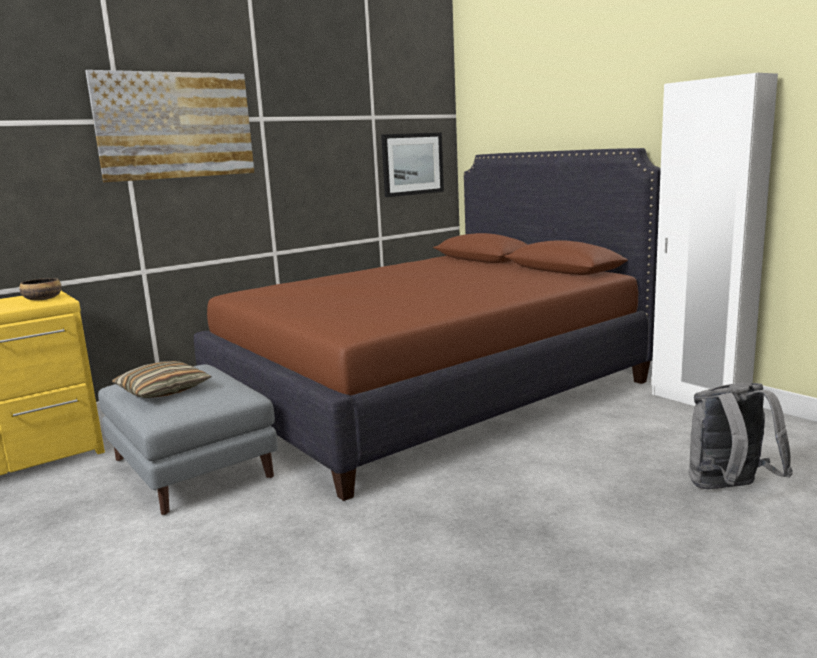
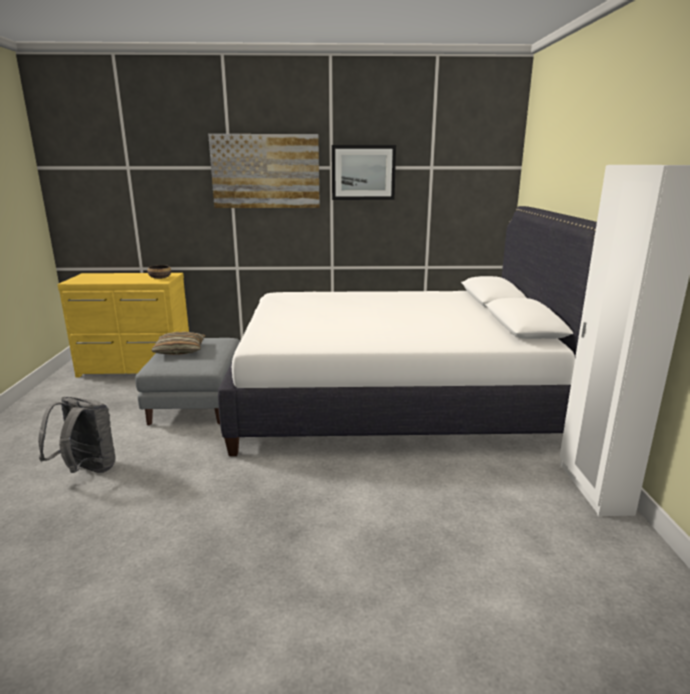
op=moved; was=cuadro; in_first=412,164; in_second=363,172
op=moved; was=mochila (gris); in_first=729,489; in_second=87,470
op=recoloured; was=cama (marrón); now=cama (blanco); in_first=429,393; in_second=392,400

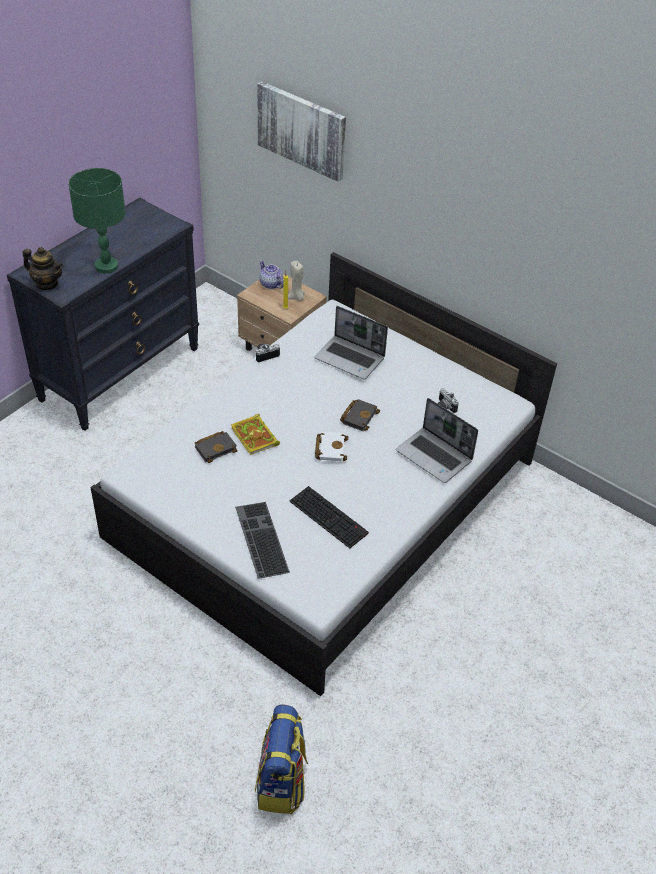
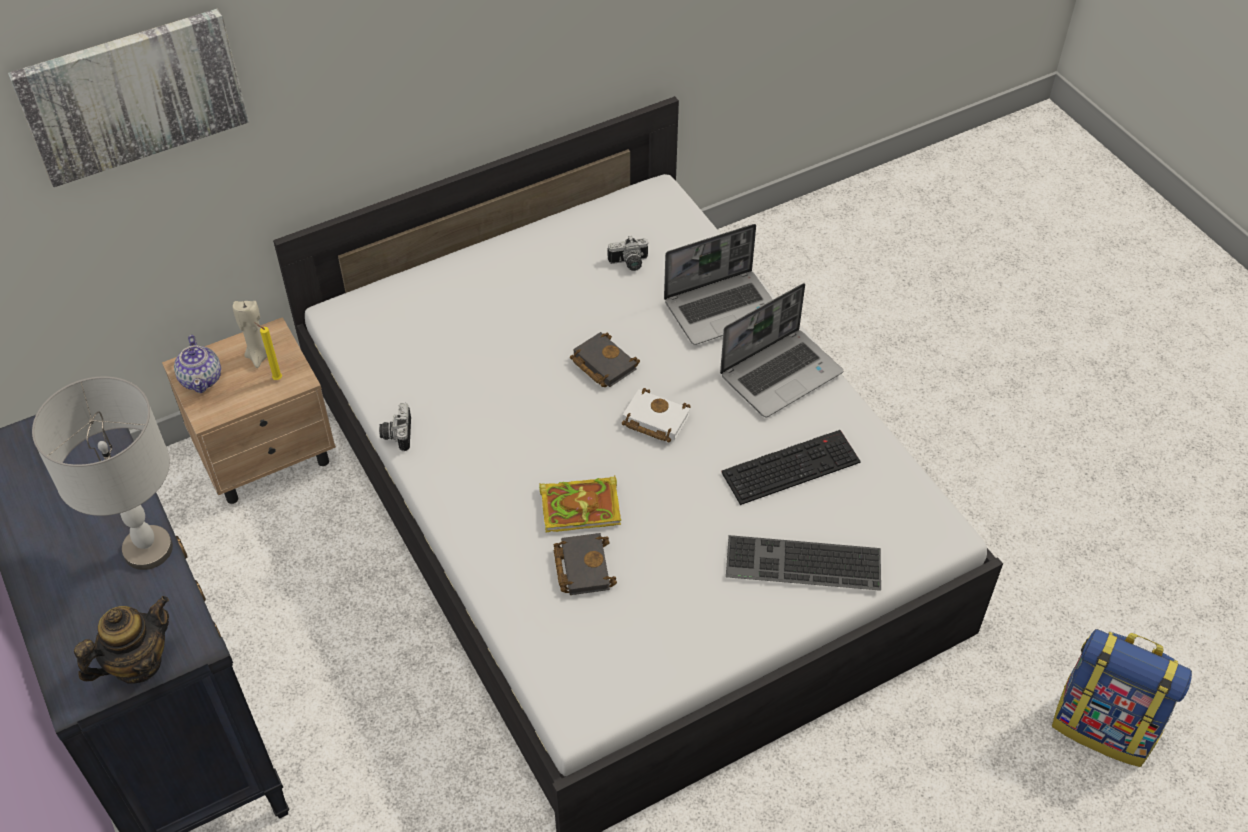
op=moved; was=portátil; in_first=350,358; in_second=781,373
op=recoloured; was=lámpara de mesa (verde); now=lámpara de mesa (gris); in_first=107,266; in_second=148,549
op=turned; was=tetera; in_first=271,284; in_second=202,378; clockwise=-90

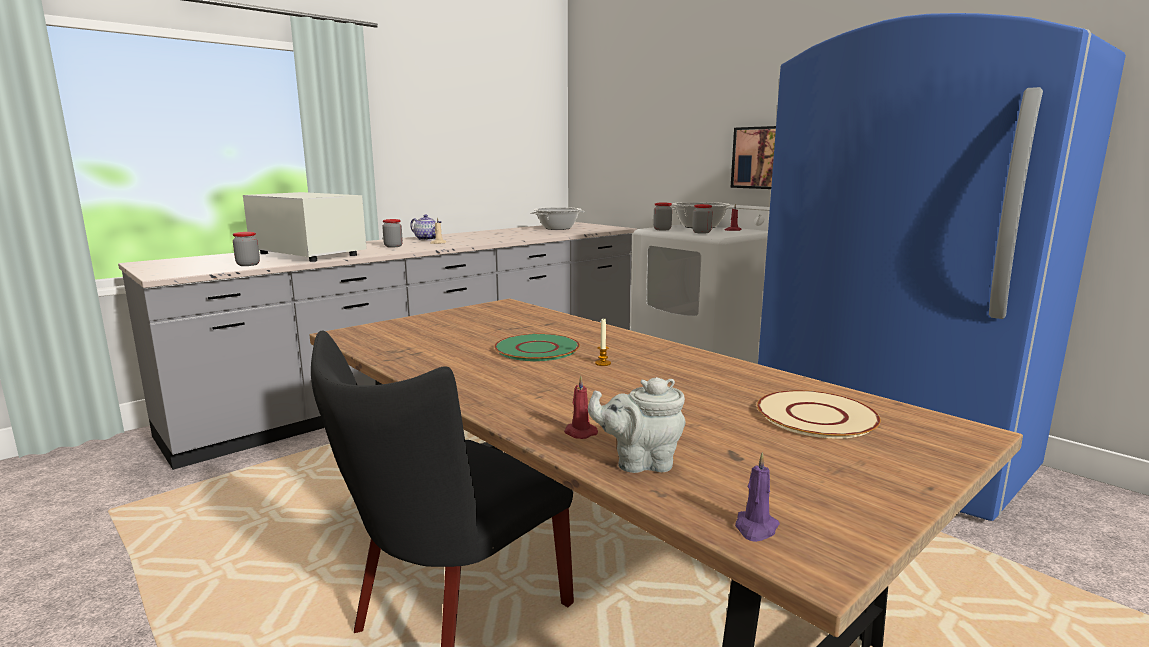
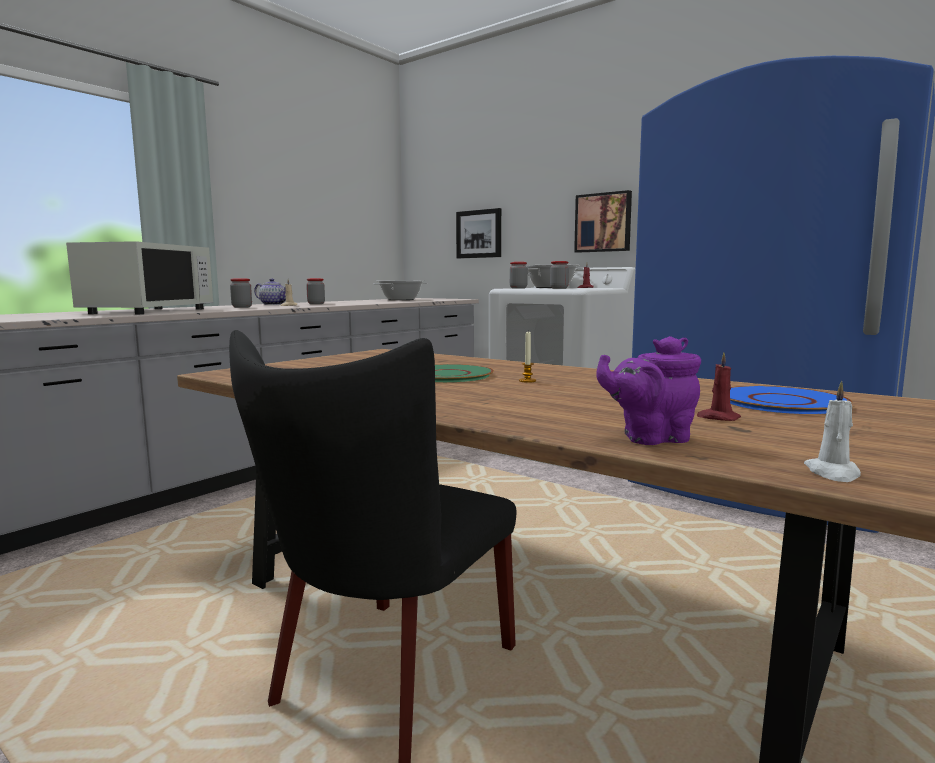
op=added; now=cuadro; in_second=479,234
op=moved; was=tarro; in_first=248,264; in_second=316,304
op=moved; was=vela (rojo); in_first=579,432; in_second=717,418
op=recoloured; was=tetera (gris); now=tetera (morado); in_first=640,462; in_second=650,438
op=recoloured; was=vela (morado); now=vela (blanco); in_first=755,528; in_second=833,473
op=recoloured; was=plato (beis); now=plato (azul); in_first=816,416; in_second=782,402
op=turned; was=microondas (blanco); in_first=307,254; in_second=149,311; clockwise=75

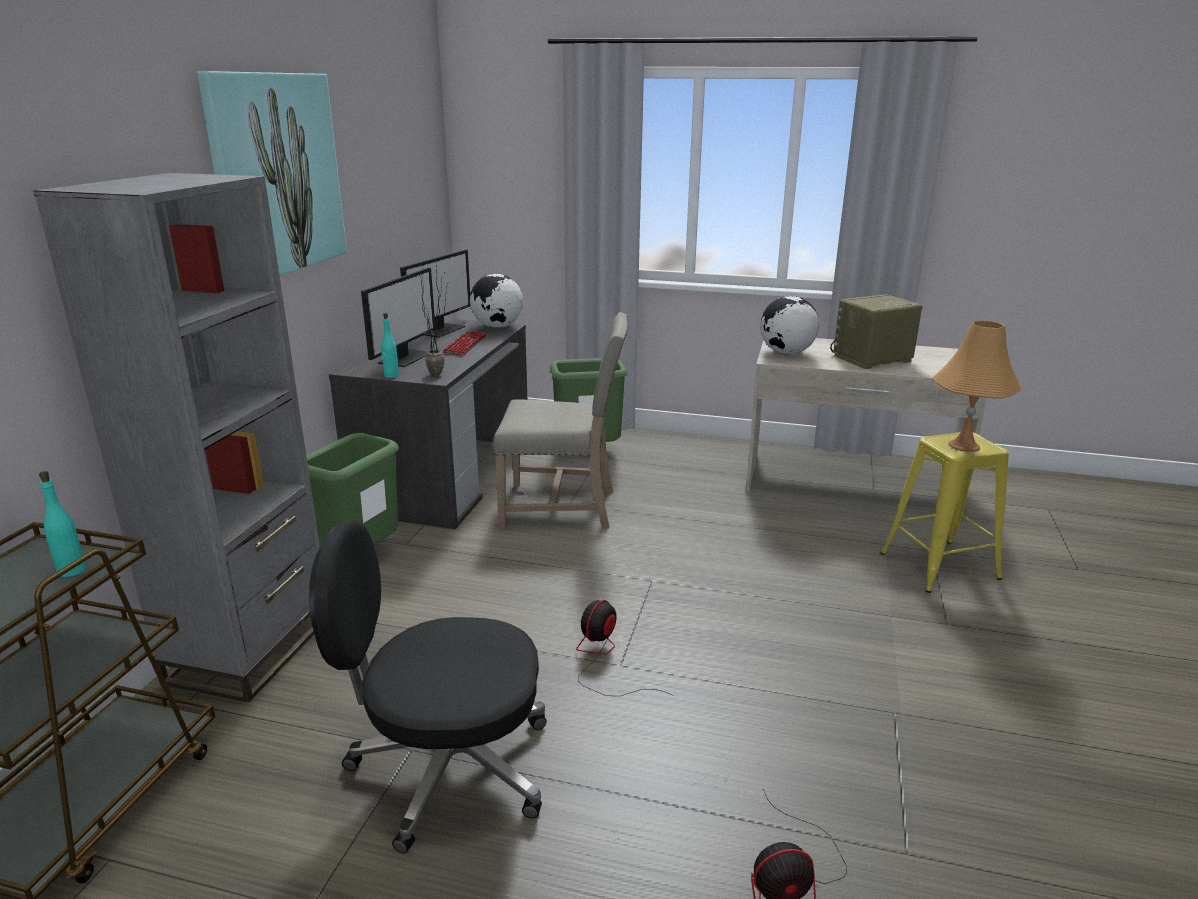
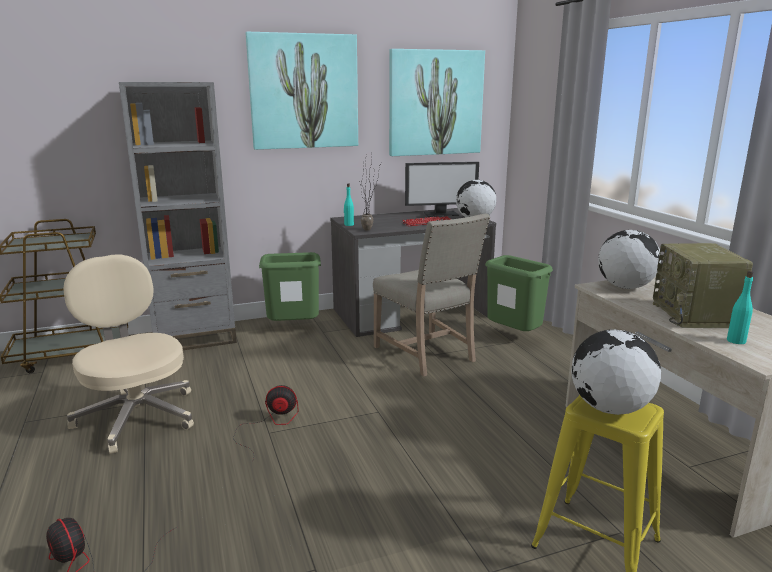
op=removed; was=monitor; in_first=404,357
op=added; now=cuadro; in_second=435,103
op=moved; was=botella (turquesa); in_first=71,570; in_second=735,341
op=replaced; was=lámpara de mesa (naranja); now=globo terráqueo; in_first=964,445; in_second=609,408
op=recoloured; was=silla de oficina (negro); now=silla de oficina (beis); in_first=447,768; in_second=137,416
op=turned; was=radio; in_first=872,359; in_second=695,315; clockwise=-120

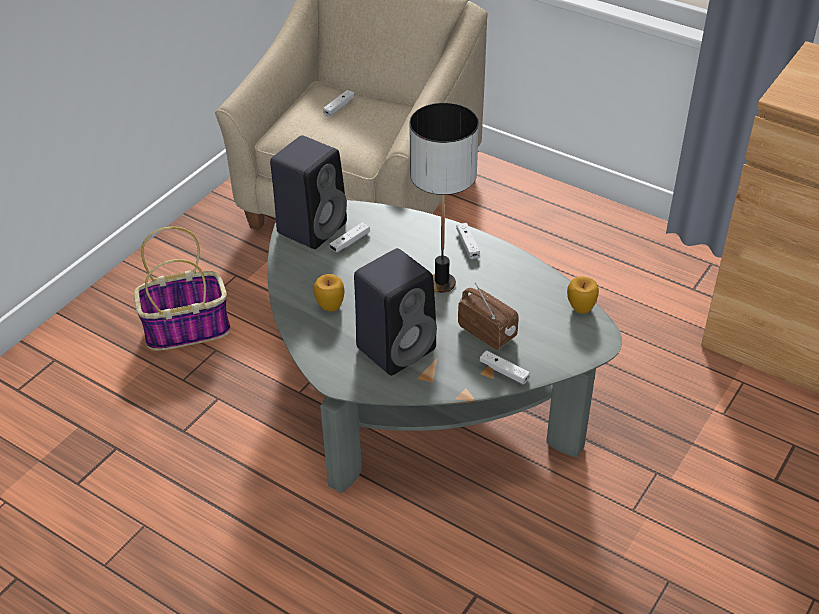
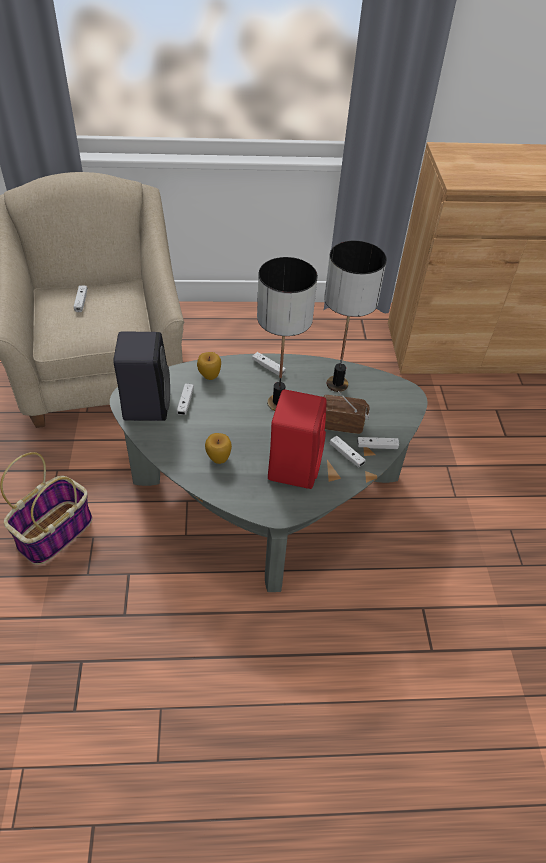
op=added; now=lámpara de mesa; in_second=337,385
op=added; now=mando de consola (blanco); in_second=346,455
op=moved; was=manzana; in_first=580,308; in_second=209,376
op=recoloured; was=altavoz (negro); now=altavoz (rojo); in_first=397,347; in_second=294,465

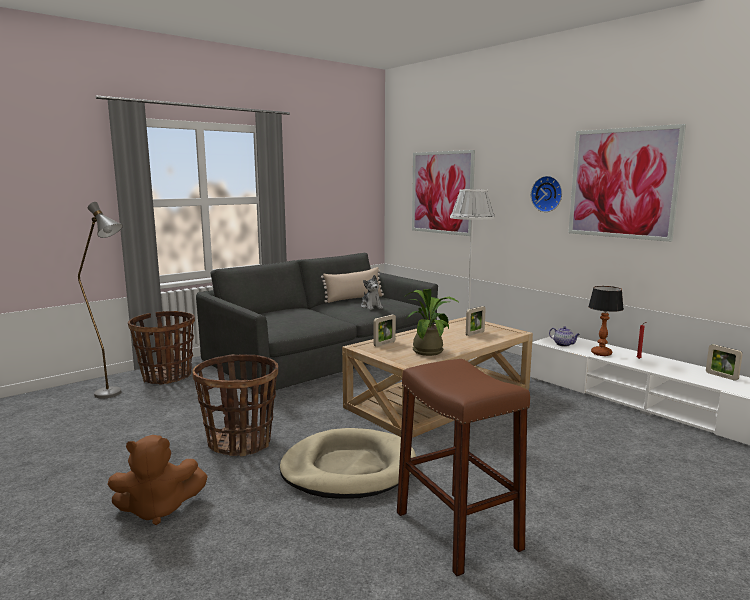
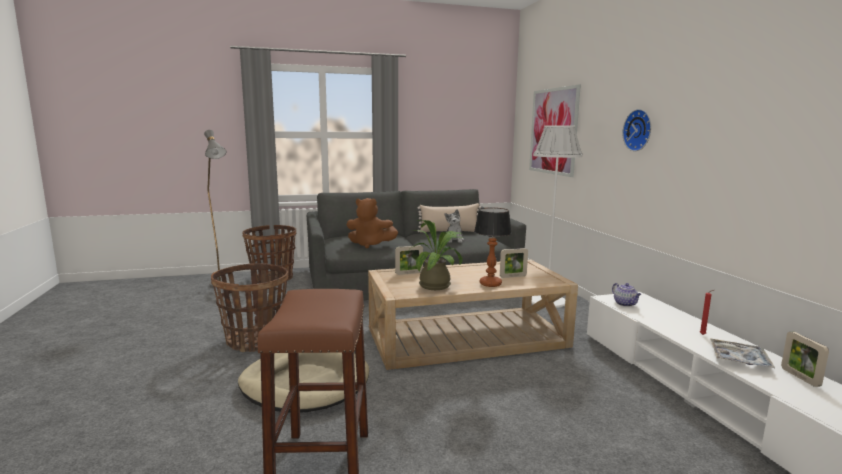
op=removed; was=cuadro; in_first=622,183
op=added; now=bandeja; in_second=739,359
op=moved; was=peluche (marrón); in_first=158,509; in_second=370,245
op=moved; was=lámpara de mesa; in_first=601,353; in_second=490,284

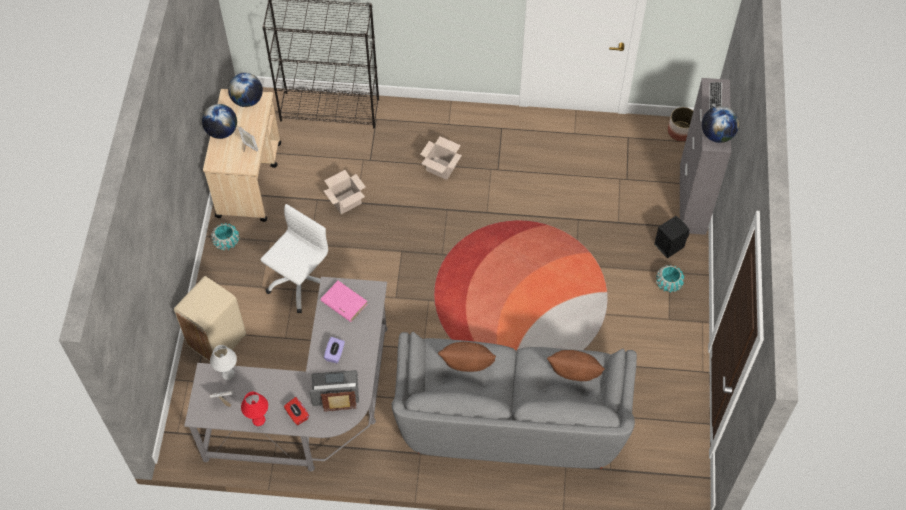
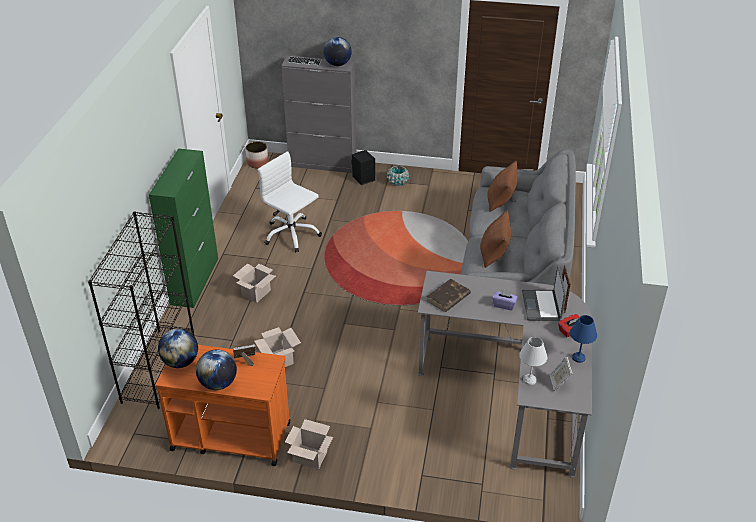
op=removed; was=papelera (beis); in_first=216,340
op=added; now=armario (verde); in_second=195,280
op=moved; was=silla de oficina (blanco); in_first=300,282; in_second=291,234
op=replaced; was=maceta (turquesa); now=caja de cartón; in_first=226,241; in_second=309,457
op=recoloured; was=carrito (beis); now=carrito (naranja); in_first=249,179; in_second=230,436
op=recoloured; was=lámpara de mesa (rojo); now=lámpara de mesa (azul); in_first=258,419; in_second=578,358
op=recoloured; was=libro (rosa); now=libro (marrón); in_first=343,302; in_second=448,297

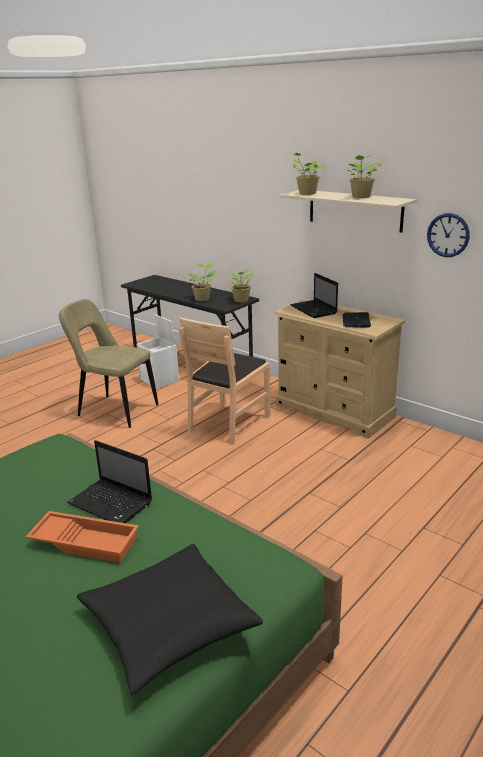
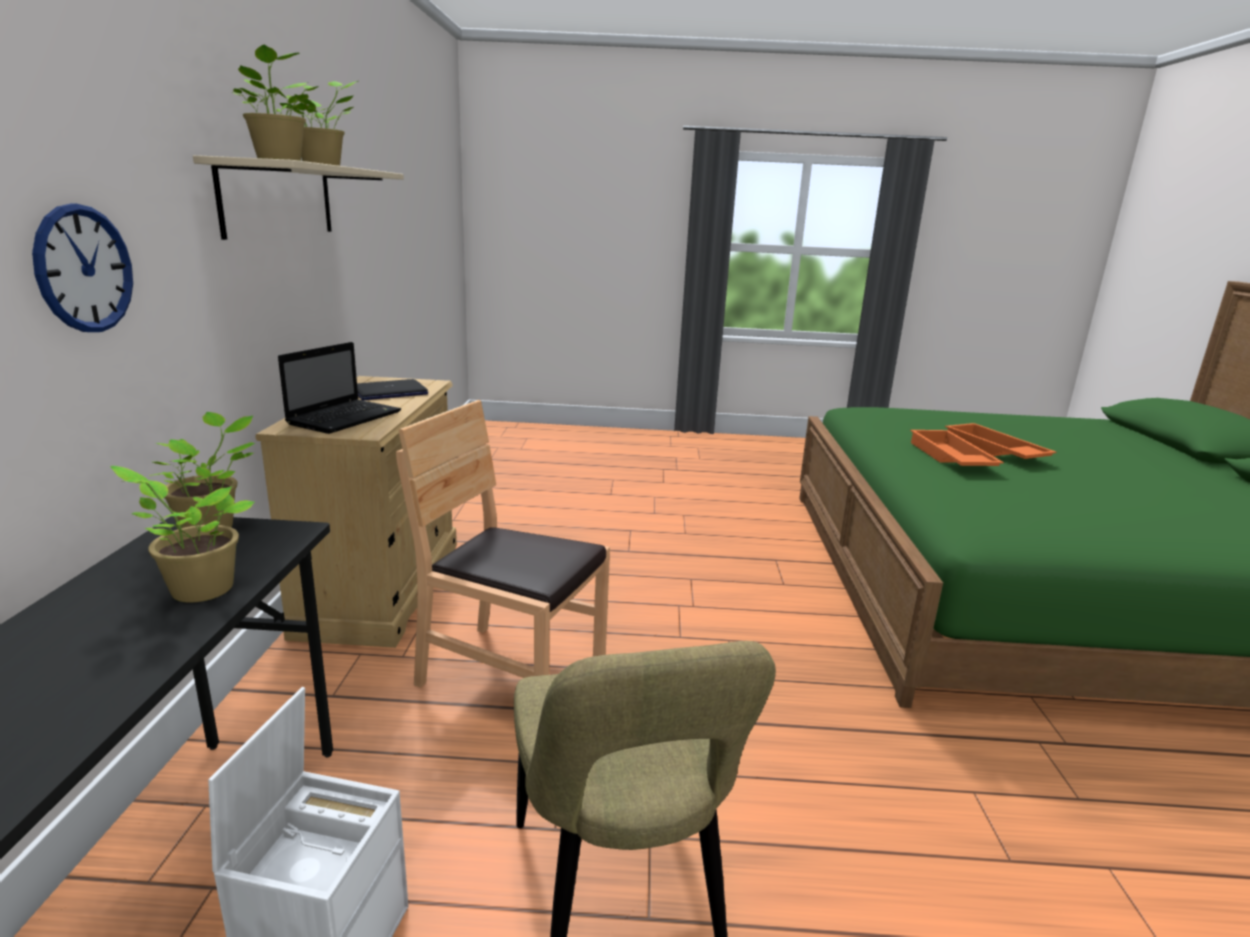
op=removed; was=cojín (negro); in_first=168,624
op=moved; was=reloj de pared; in_first=448,235; in_second=84,269
op=replaced; was=portátil; now=bandeja (naranja); in_first=112,503; in_second=949,457
op=turned; was=silla (marrón); in_first=228,422; in_second=512,674; clockwise=-150

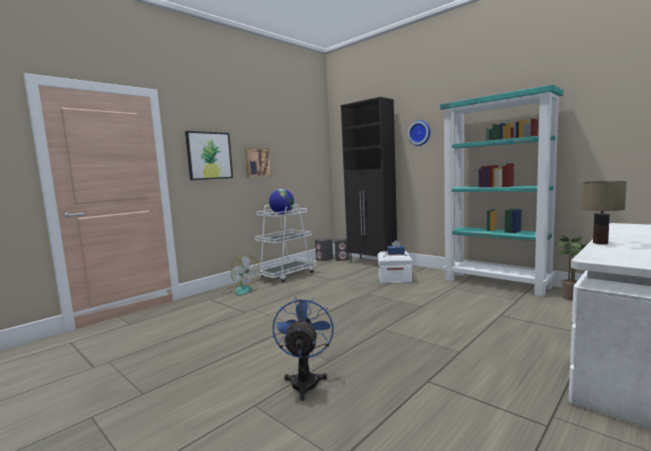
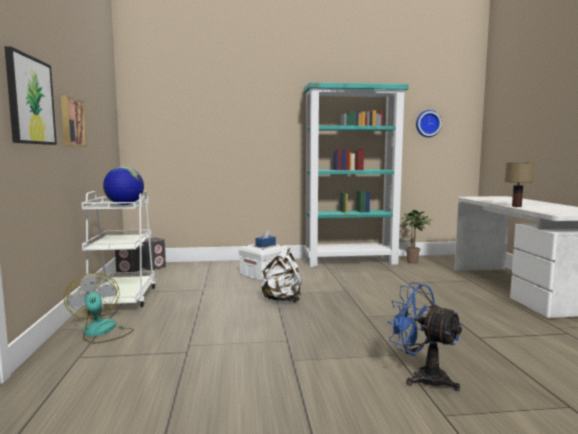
op=removed; was=armario (negro); in_first=372,263
op=added; now=mochila (blanco); in_second=282,300
op=moved; was=reloj de pared; in_first=420,133; in_second=427,123
op=turned; was=ventilador; in_first=240,290; in_second=101,332; clockwise=-120

